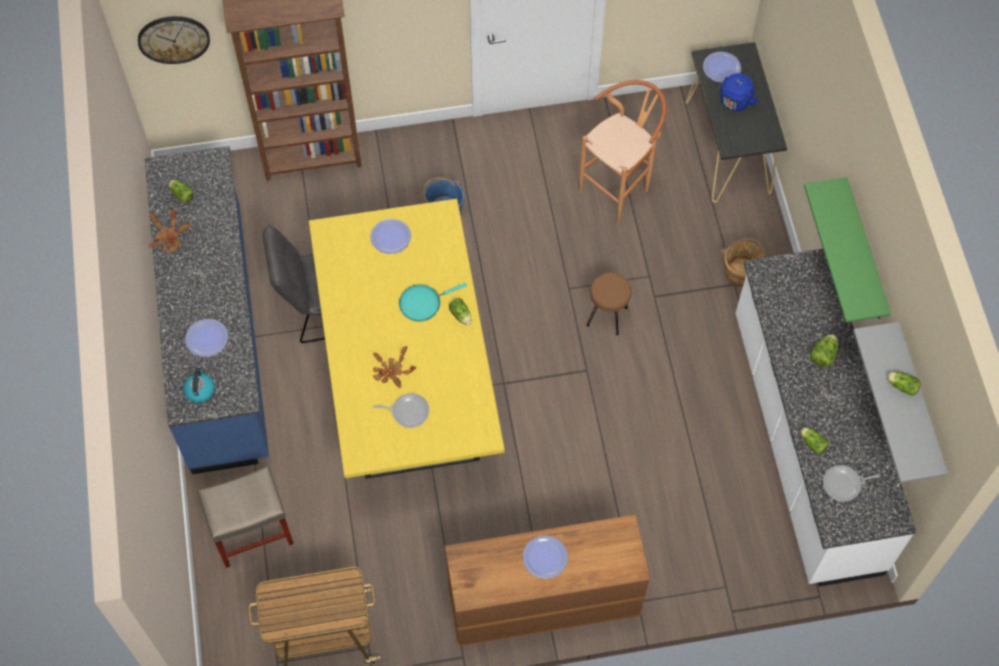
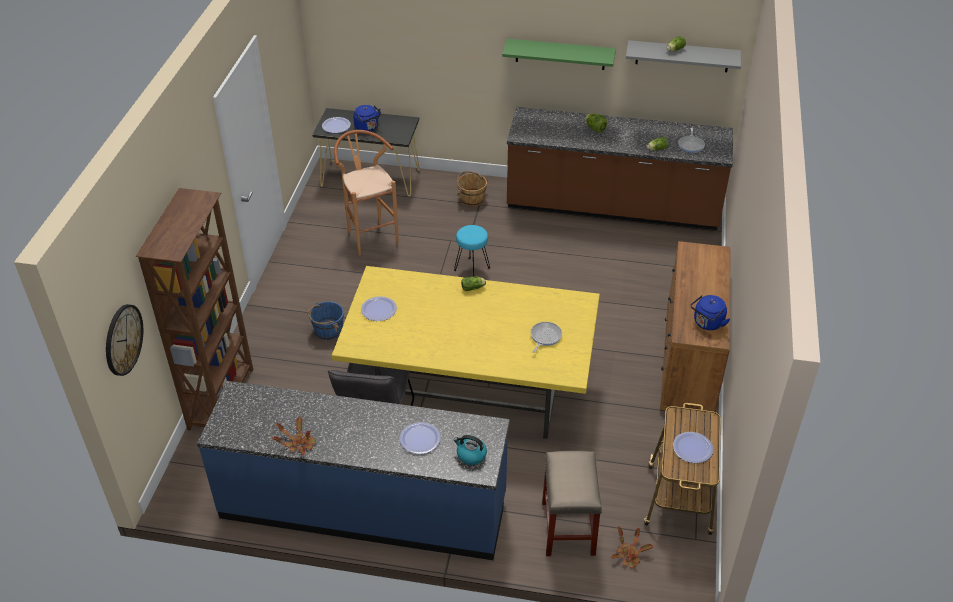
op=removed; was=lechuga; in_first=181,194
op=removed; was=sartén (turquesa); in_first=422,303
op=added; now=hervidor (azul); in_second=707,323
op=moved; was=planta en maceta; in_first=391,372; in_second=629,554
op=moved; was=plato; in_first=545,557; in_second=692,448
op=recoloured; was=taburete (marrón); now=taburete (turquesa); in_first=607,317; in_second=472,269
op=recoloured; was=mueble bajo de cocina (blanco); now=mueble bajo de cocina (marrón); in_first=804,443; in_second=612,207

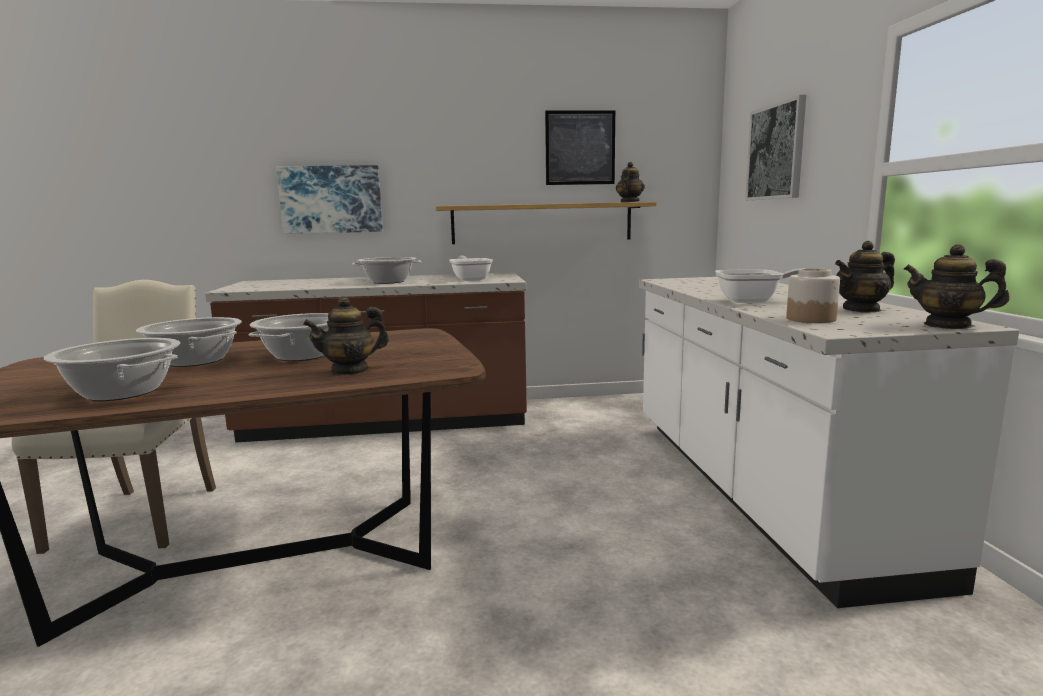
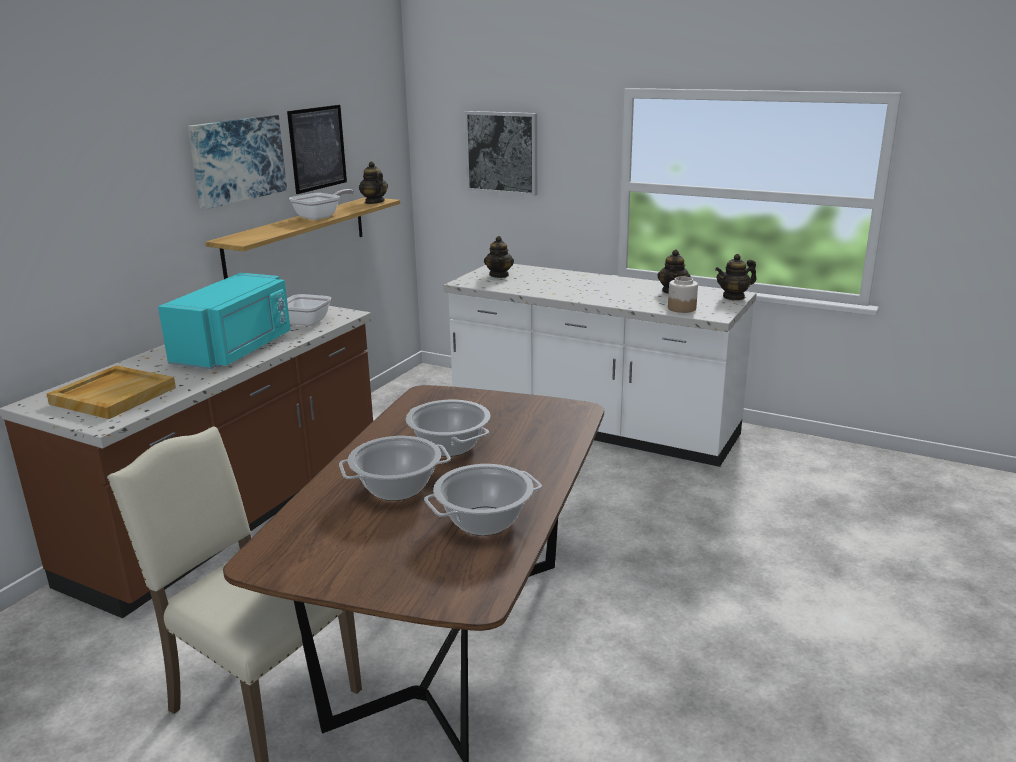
op=added; now=bandeja (beis); in_second=113,395
op=moved; was=cuadro; in_first=331,199; in_second=237,160
op=moved; was=tetera; in_first=350,370; in_second=499,275
op=moved; was=sartén; in_first=754,301; in_second=321,217
op=replaced; was=olla; now=microondas (turquesa); in_first=388,282; in_second=236,350

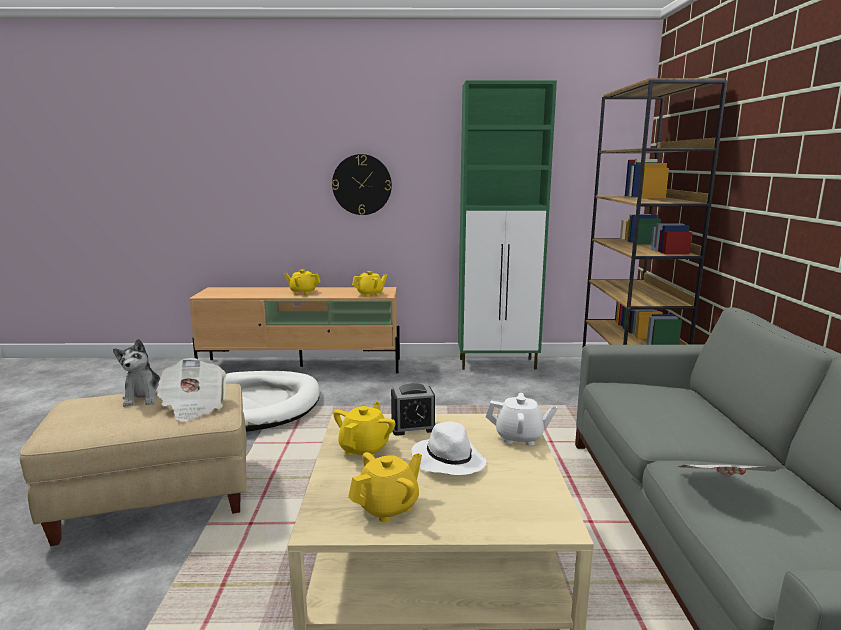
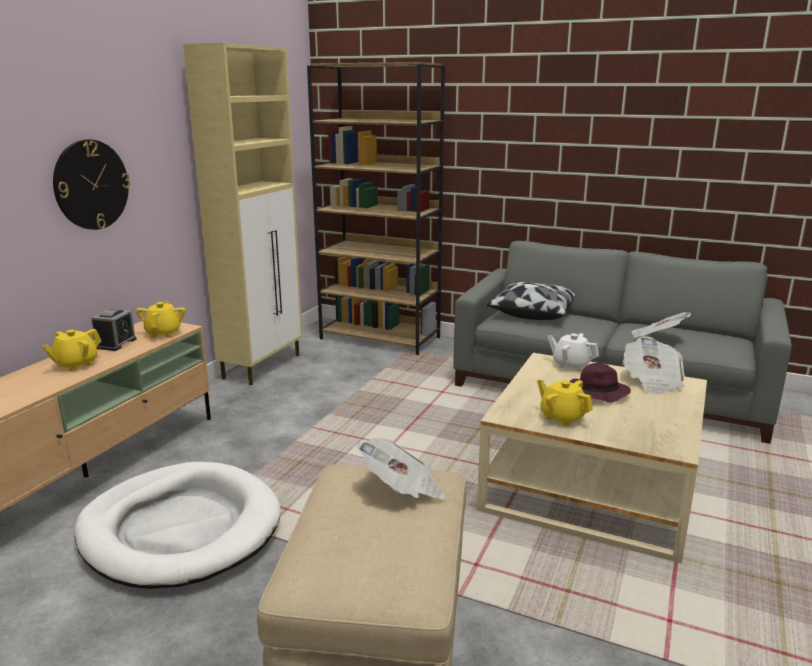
op=removed; was=peluche; in_first=144,397
op=removed; was=tetera (amarillo); in_first=388,507
op=added; now=cojín; in_second=533,313
op=added; now=periódico; in_second=651,381
op=moved; was=despertador; in_first=413,426; in_second=116,343
op=recoloured; was=sombrero (blanco); now=sombrero (morado); in_first=448,460; in_second=596,393
op=recoloured; was=armario (verde); now=armario (beis); in_first=498,364; in_second=263,366
op=turned; was=tetera (blanco); in_first=519,437; in_second=571,365; clockwise=-90

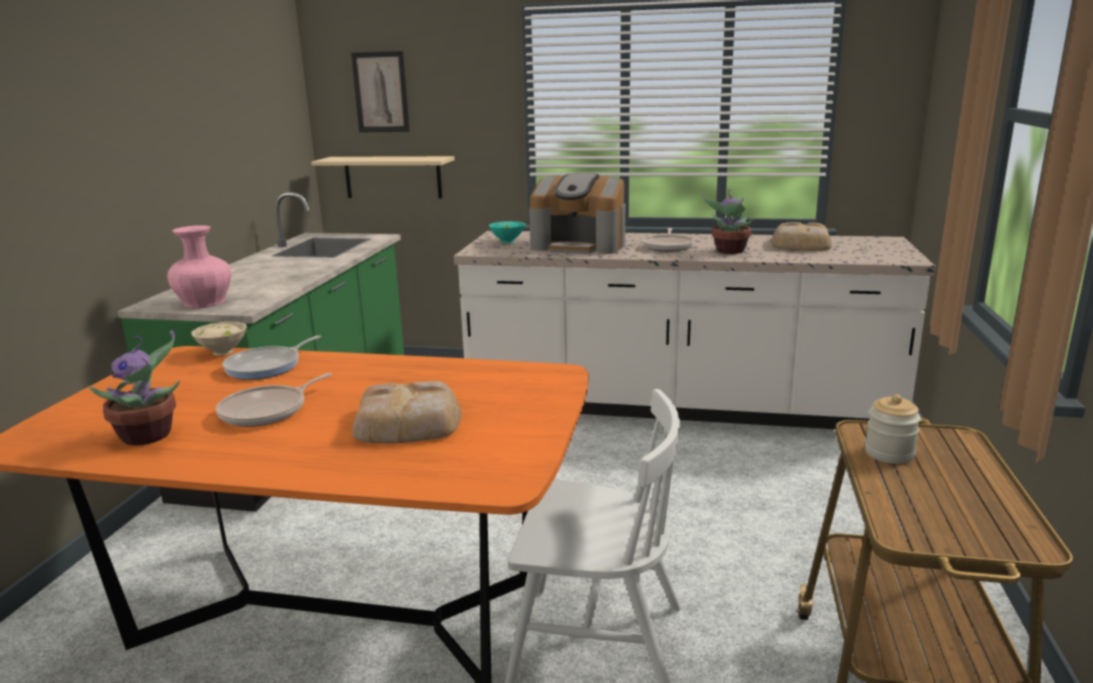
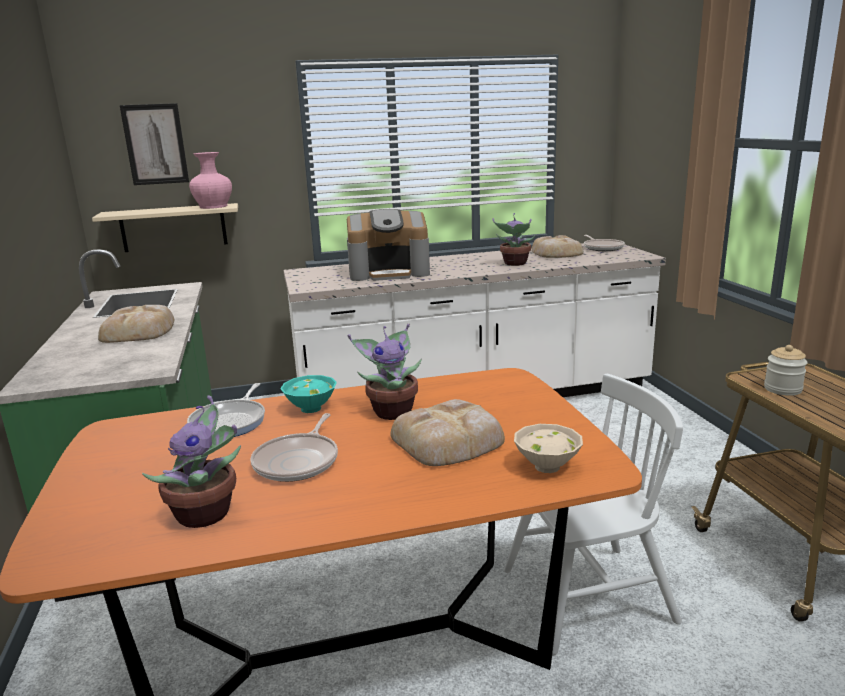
op=added; now=pan; in_second=139,331
op=added; now=planta en maceta; in_second=392,411
op=moved; was=florero (rosa); in_first=203,302; in_second=213,206
op=moved; was=cuenco (beis); in_first=223,352; in_second=545,466
op=moved; was=cuenco (turquesa); in_first=506,241; in_second=309,409
op=moved; was=sartén; in_first=668,247; in_second=602,248

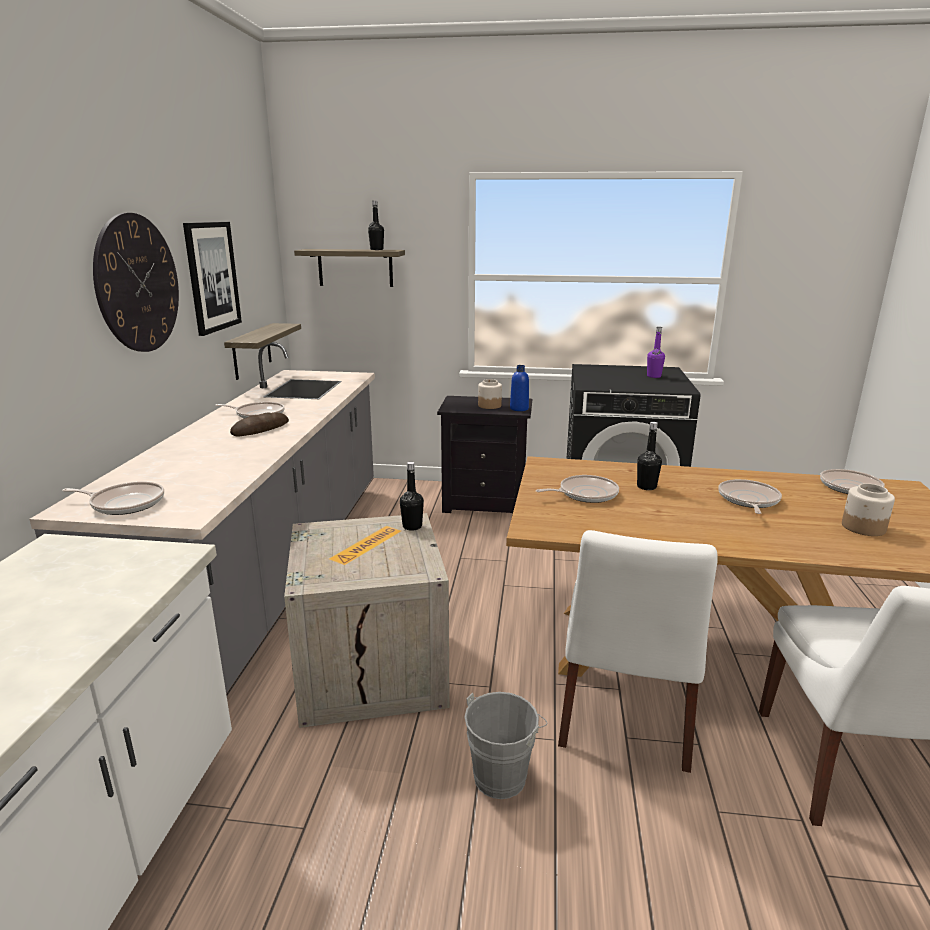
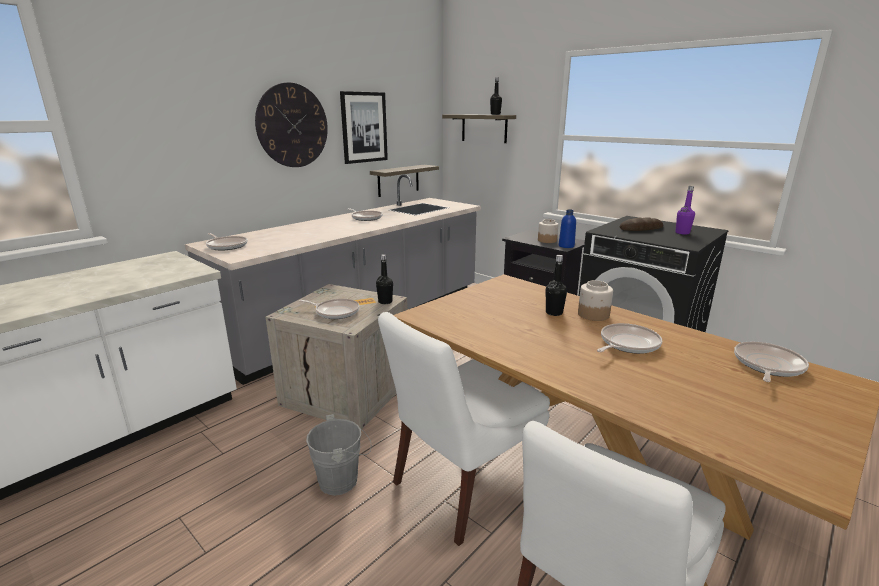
op=moved; was=pan; in_first=260,429; in_second=641,228
op=moved; was=sartén; in_first=585,494; in_second=335,312
op=moved; was=tarro; in_first=863,527; in_second=593,315

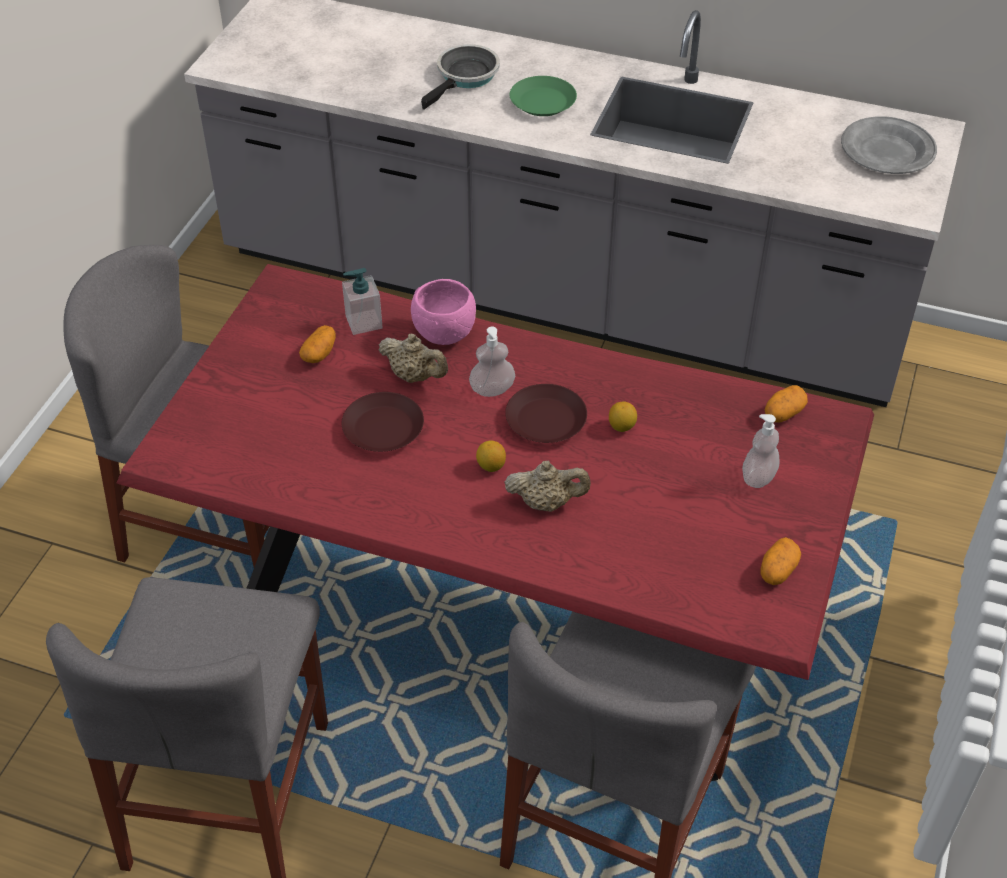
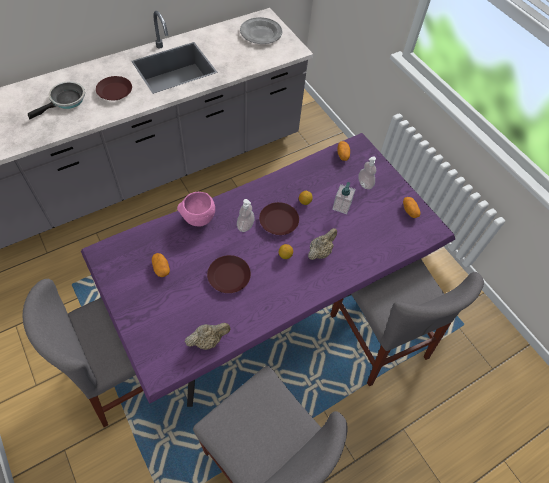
op=moved; was=dispensador de jabón; in_first=363,322; in_second=341,206
op=moved; was=tetera (beis); in_first=415,376; in_second=208,340
op=recoloured; was=mesa de comedor (rojo); now=mesa de comedor (morado); in_first=503,613; in_second=268,304
op=recoloured; was=plato (verde); now=plato (marrón); in_first=543,102; in_second=114,91
op=turned; was=sartén; in_first=465,77; in_second=66,101; clockwise=60

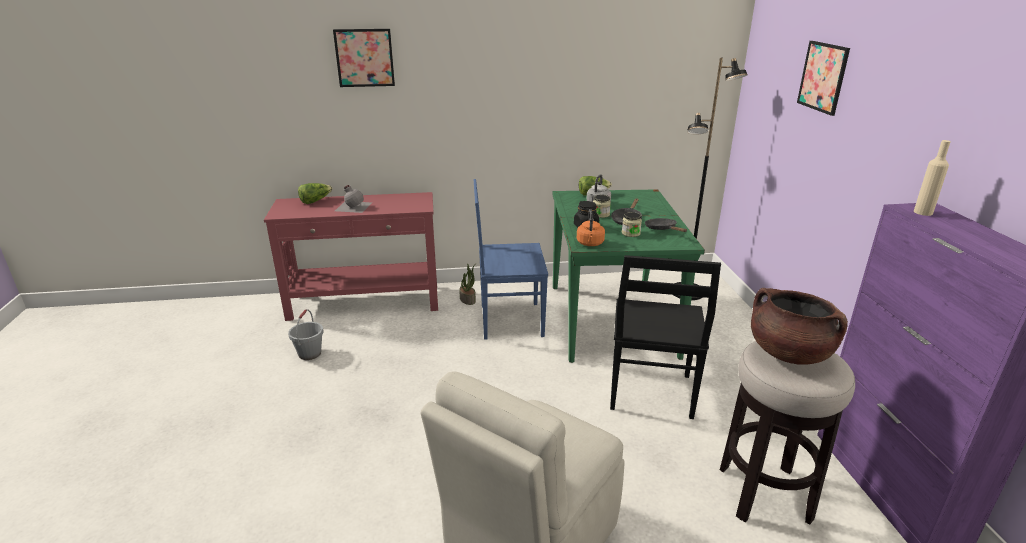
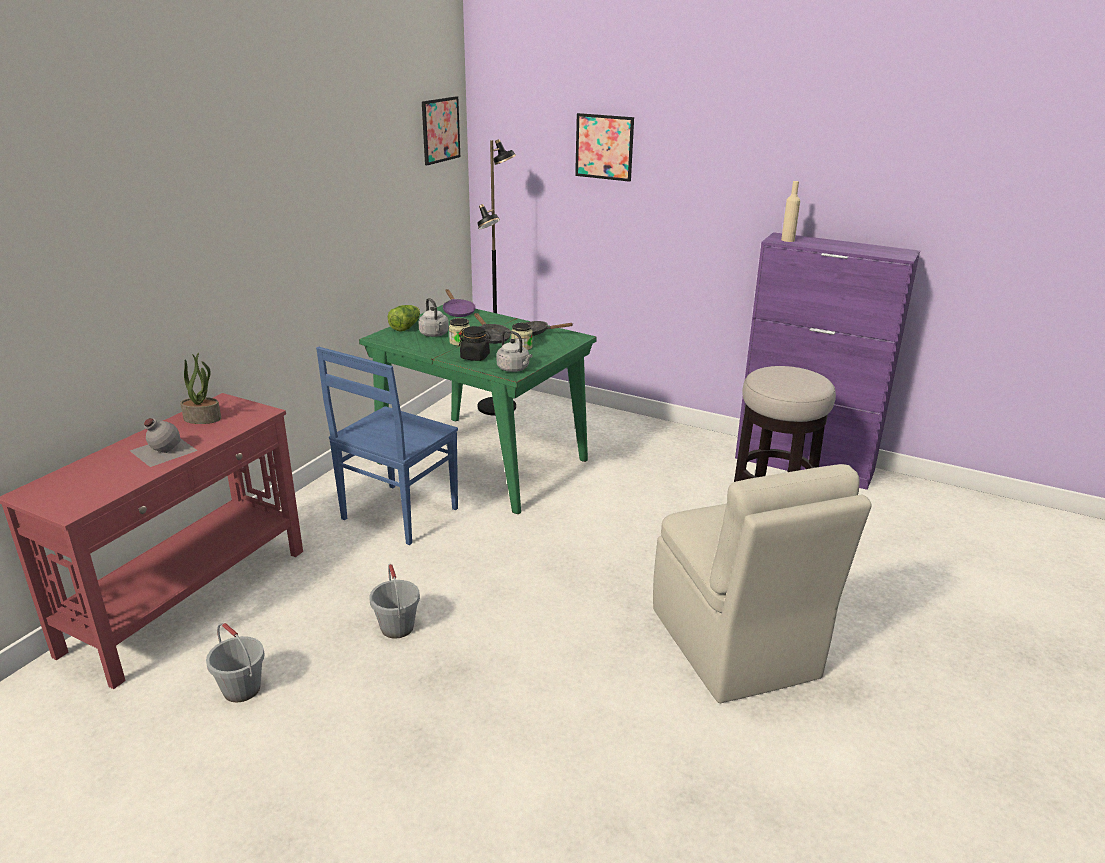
op=removed; was=lechuga; in_first=315,201
op=removed; was=silla (negro); in_first=650,394
op=removed; was=olla (marrón); in_first=788,353
op=added; now=cubo (gris); in_second=397,627
op=added; now=sartén (morado); in_second=457,311
op=moved; was=cuadro; in_first=364,58; in_second=440,130
op=moved; was=planta en maceta; in_first=468,300; in_second=203,418
op=recoloured; was=hervidor (naranja); now=hervidor (gris); in_first=590,244; in_second=514,369

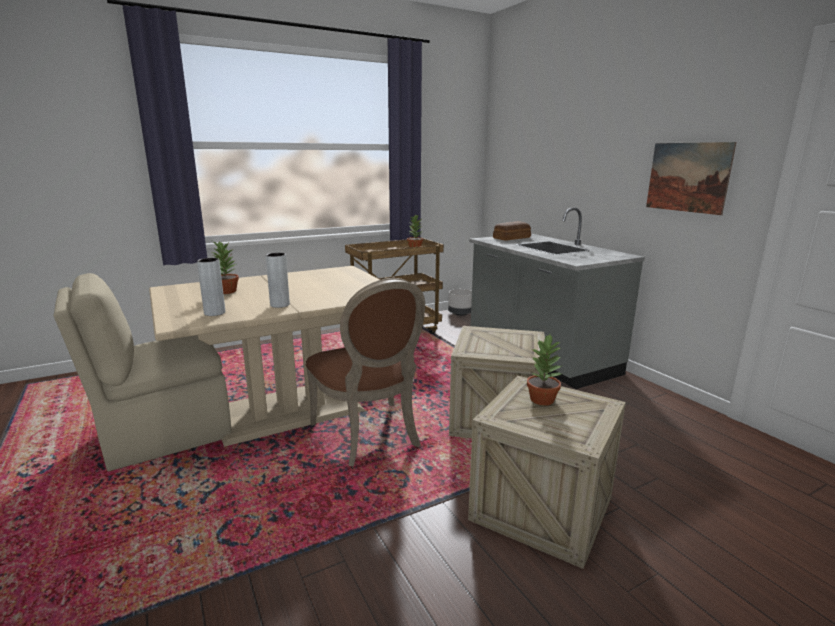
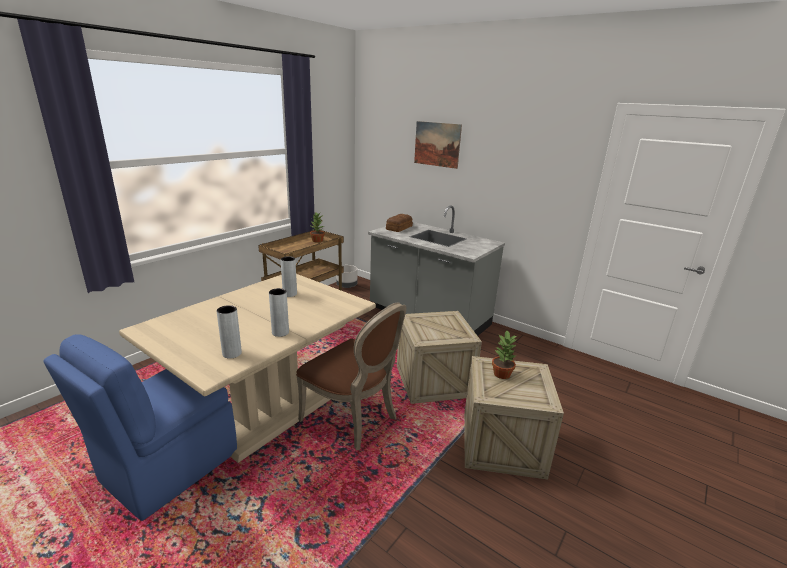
op=removed; was=planta en maceta; in_first=226,291
op=added; now=florero (gris); in_second=290,294
op=moved; was=cuadro; in_first=687,177; in_second=437,144
op=recoloured; was=silla (beis); now=silla (azul); in_first=163,435; in_second=166,468

